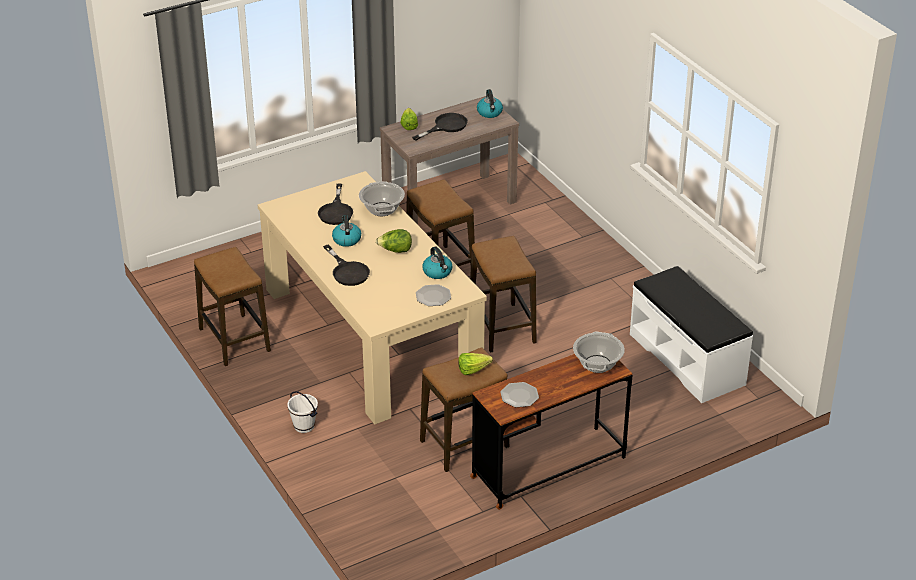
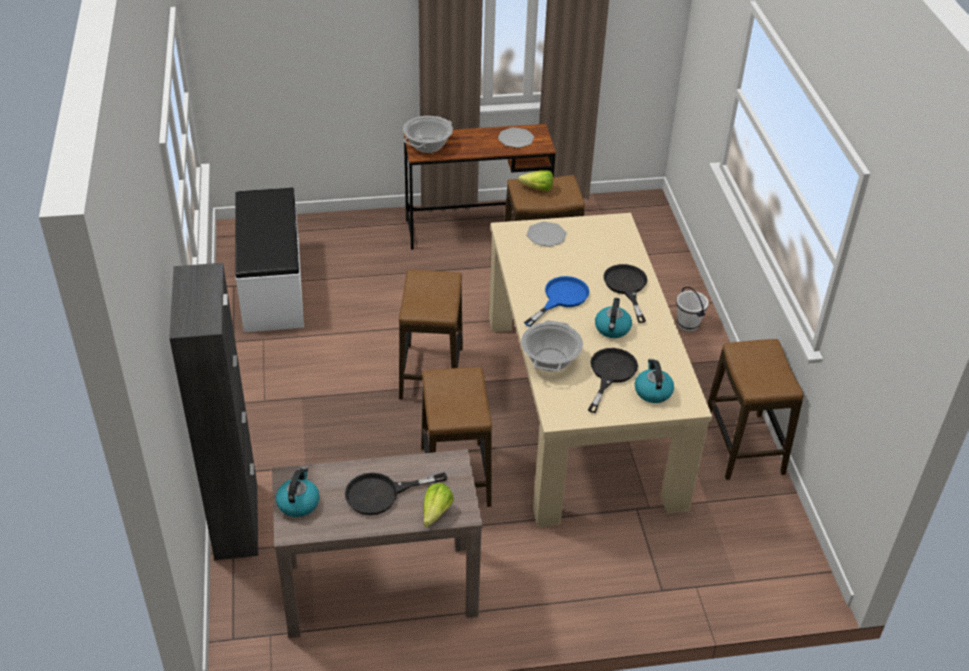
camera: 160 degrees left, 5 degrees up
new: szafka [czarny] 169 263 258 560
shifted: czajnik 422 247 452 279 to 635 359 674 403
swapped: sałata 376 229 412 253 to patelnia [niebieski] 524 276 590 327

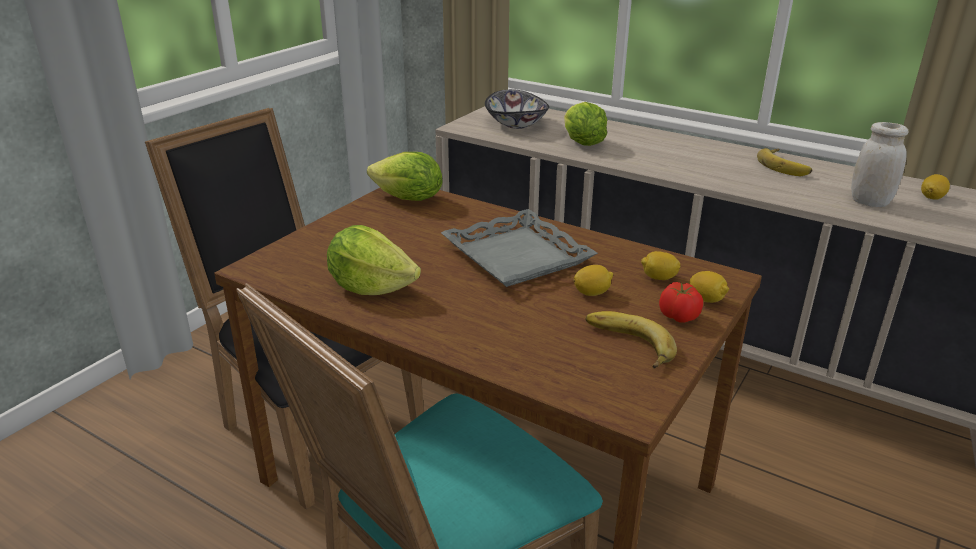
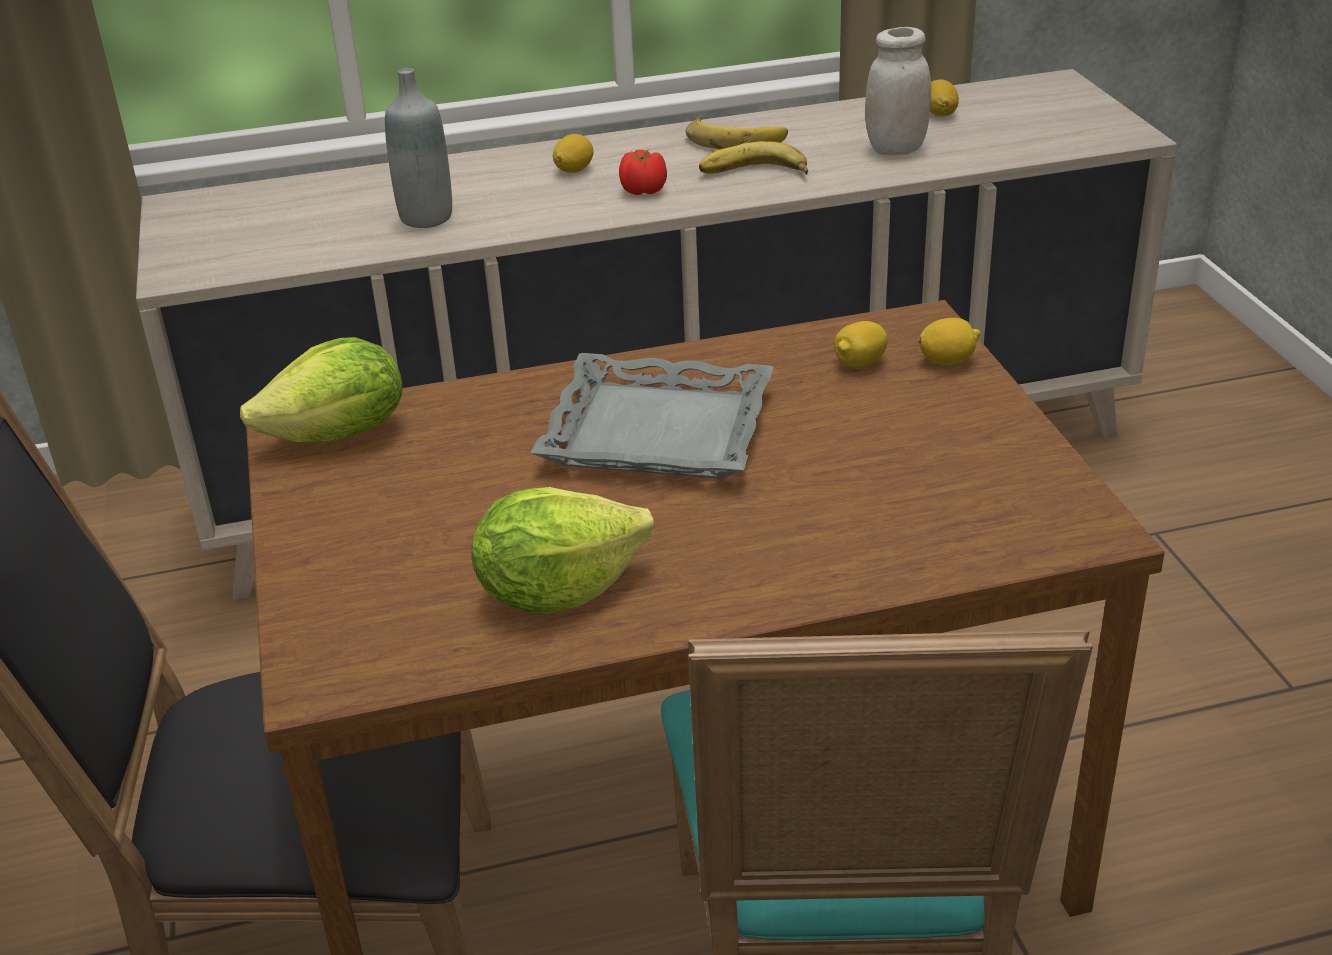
camera: 45 degrees left, 5 degrees up
gone: miska 485 89 549 129
shifted: cytryna 573 265 613 296 to 553 134 594 173; banan 586 311 677 369 to 699 141 808 175; pomidor 659 282 703 323 to 619 149 667 195
swapped: sałata 564 102 607 146 to butelka [szary] 385 68 452 228

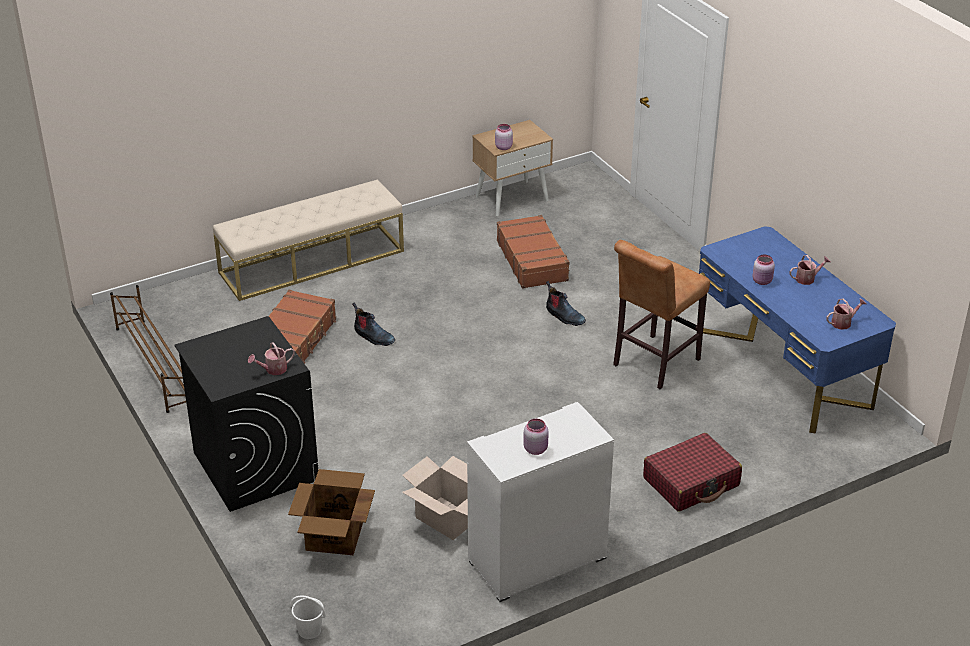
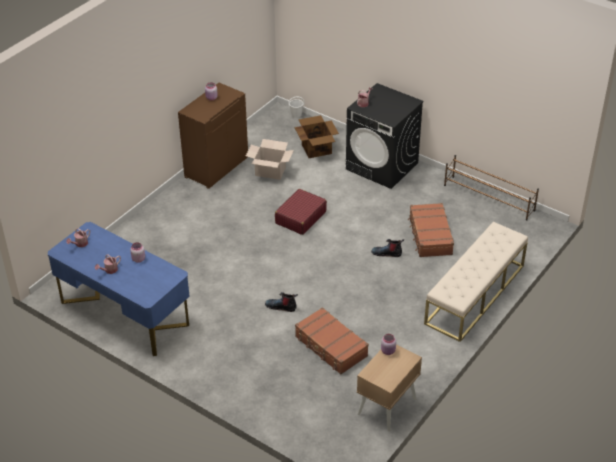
camera: 155 degrees right, 5 degrees up
gone: stołek [brązowy] 613 240 710 389
shifted: walizka [czerwony] 643 433 742 512 to 275 189 327 235
repainted: szafka [biały] 467 402 614 602 to szafka [brązowy] 178 83 248 189

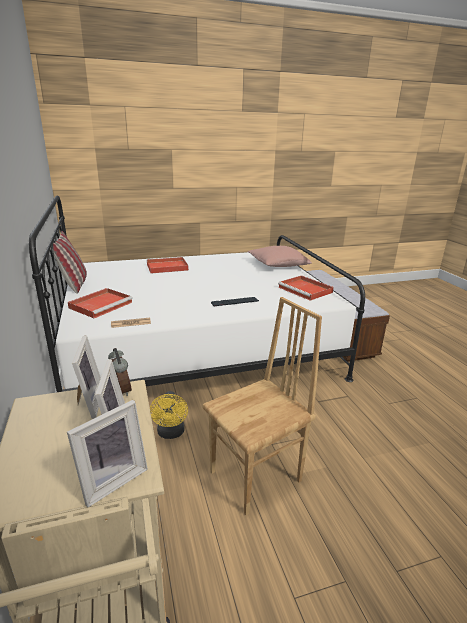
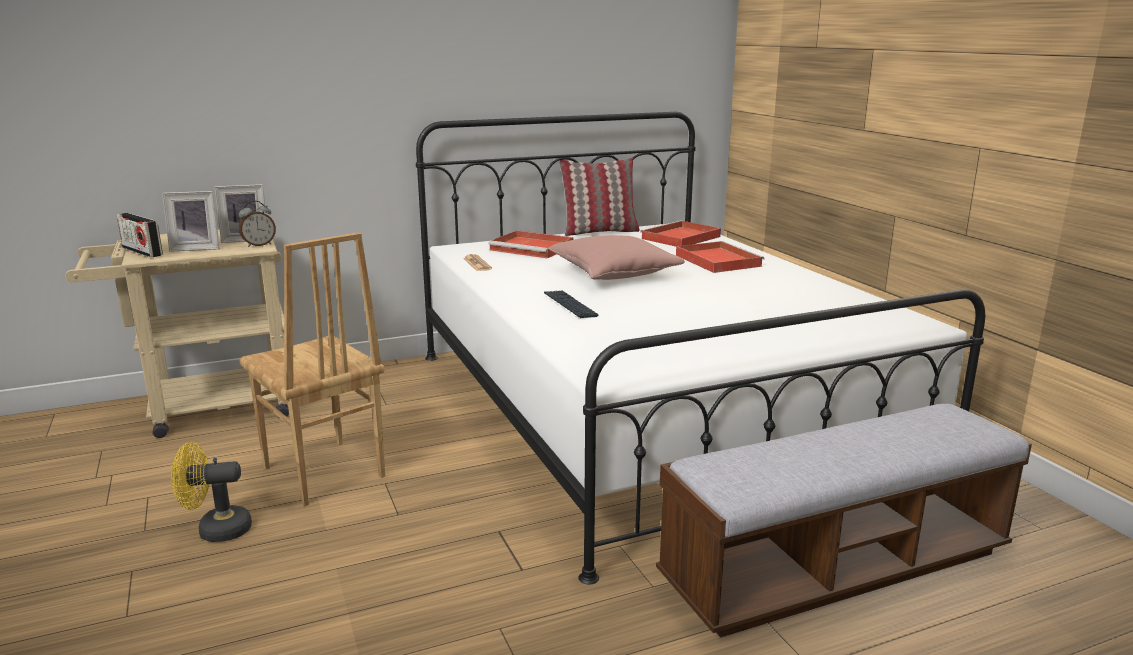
camera: 85 degrees right, 5 degrees down
shifted: wentylator [żółty] 150 391 188 439 to 171 442 252 542; poduszka [różowy] 248 246 312 267 to 548 235 685 280; taca [czerwony] 278 275 334 301 to 640 220 721 247
swapped: ramka na zdjęcie 67 400 148 508 to radio 117 213 163 257

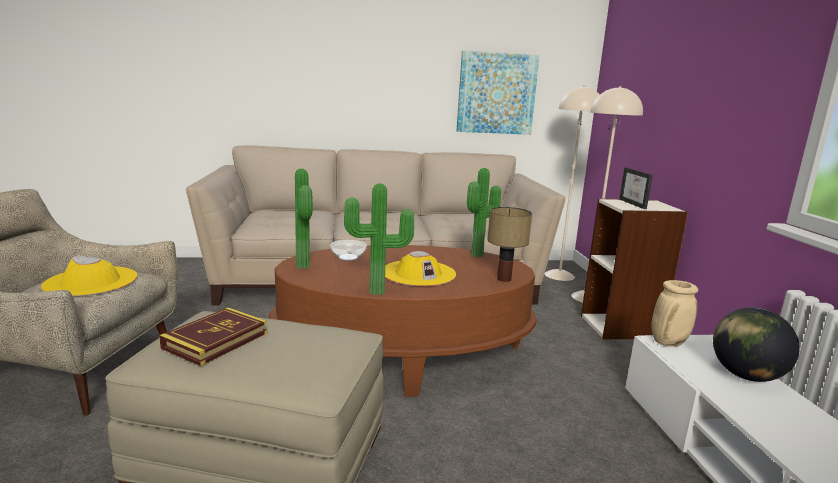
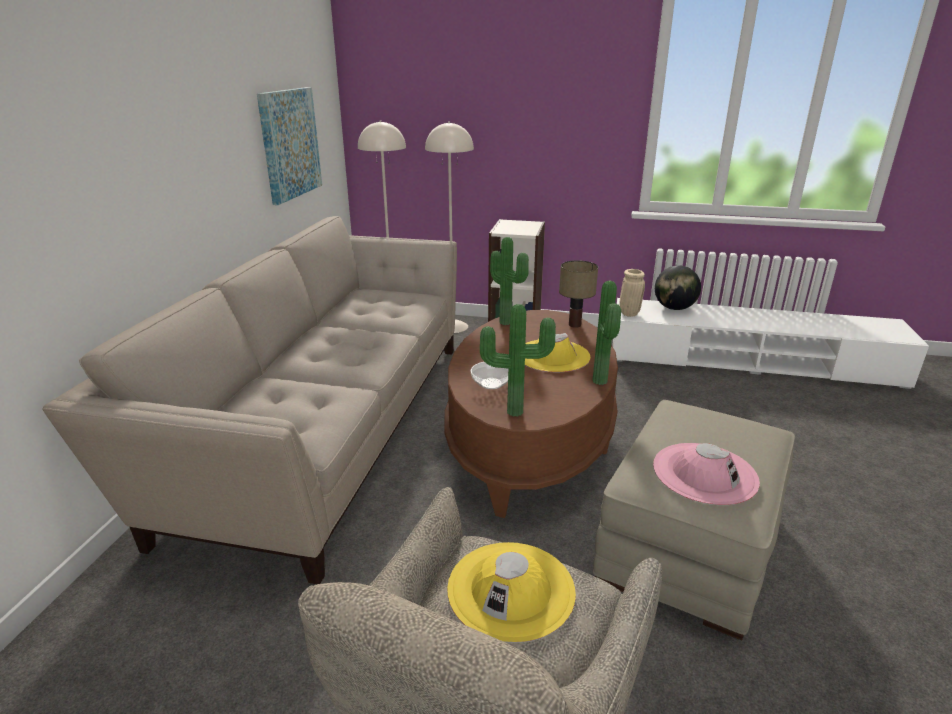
camera: 70 degrees left, 10 degrees up
gone: ramka na zdjęcie 619 167 653 209
swapped: książka 159 307 267 366 to kapelusz [różowy] 653 443 760 505

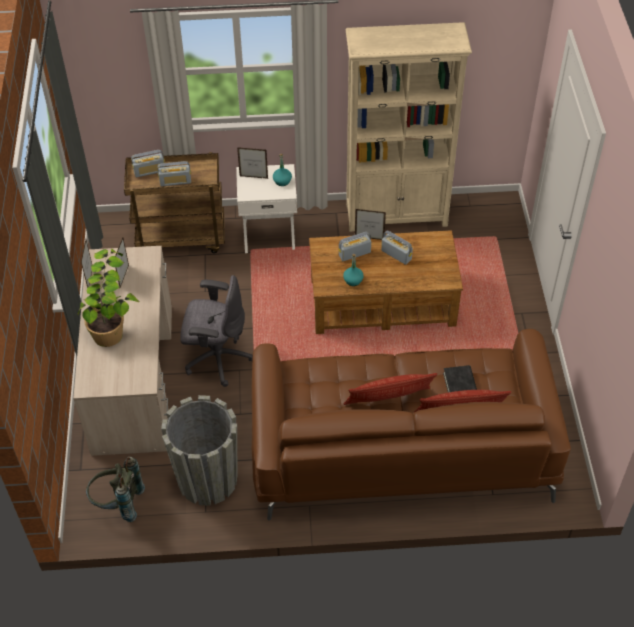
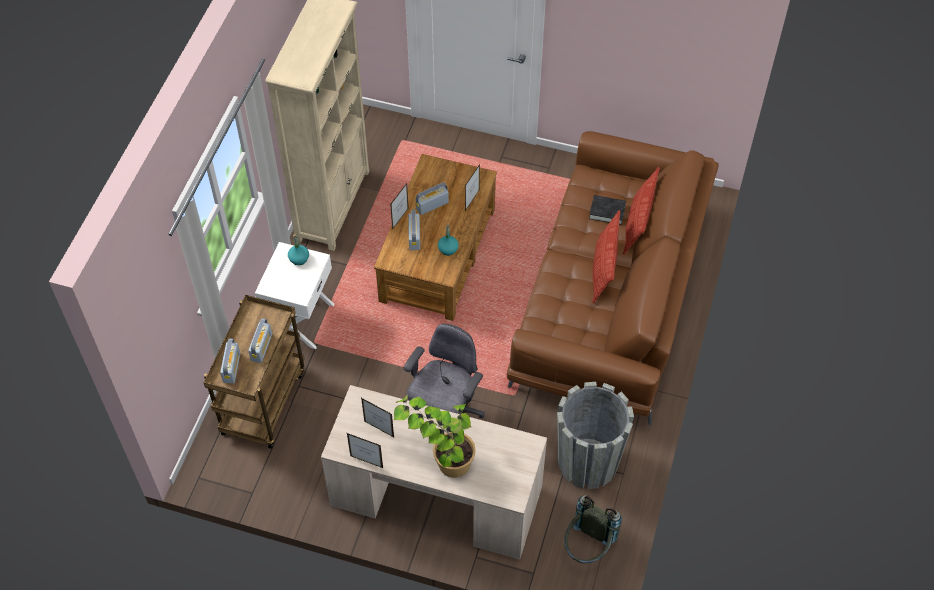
camera: 70 degrees left, 5 degrees up
shifted: ramka na zdjęcie 237 147 268 179 to 465 164 480 211

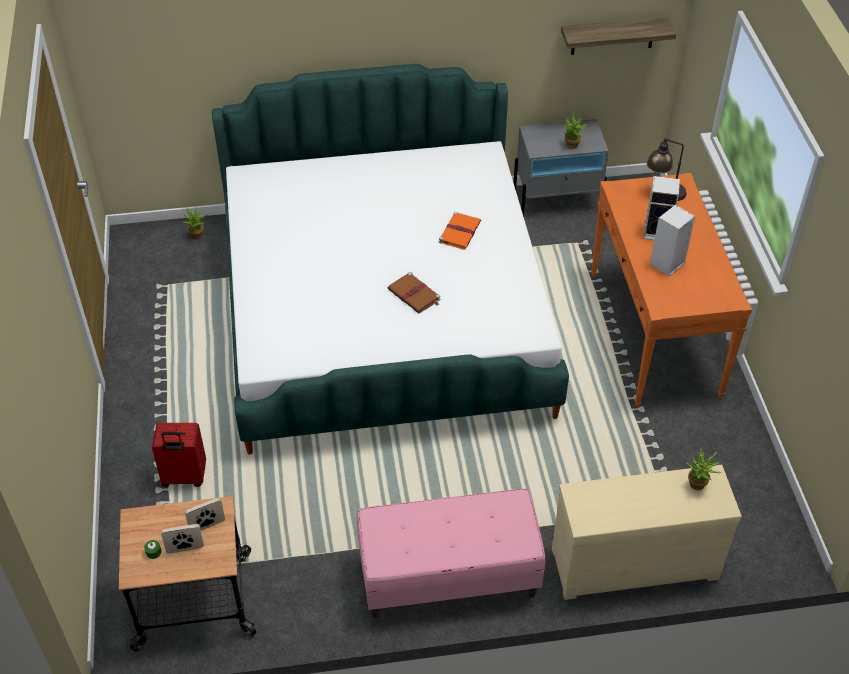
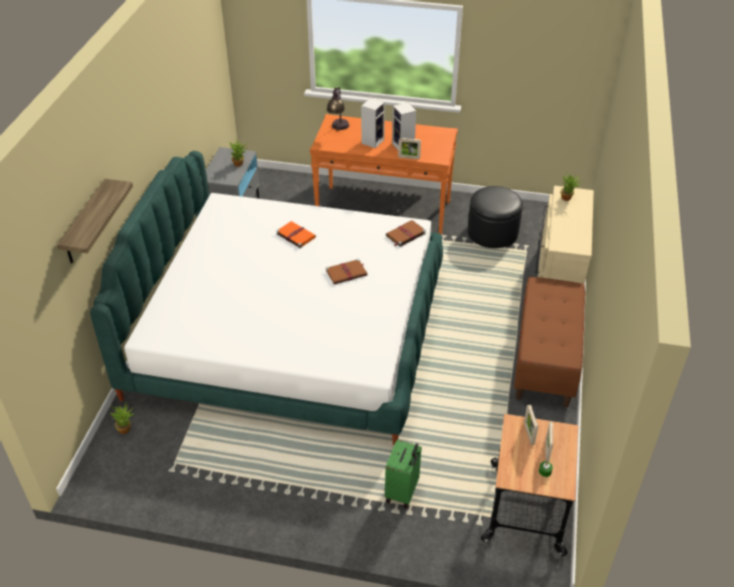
camera: 70 degrees left, 5 degrees down
new: książka [brązowy] 386 220 426 247; ramka na zdjęcie 398 138 421 159; pufa [czarny] 468 186 523 248
shifted: półka 561 17 676 55 to 57 179 133 264
repainted: walizka [czerwony] 152 423 206 487 to walizka [zielony] 385 440 422 508; ławka [różowy] 357 489 546 618 to ławka [brązowy] 514 277 585 407

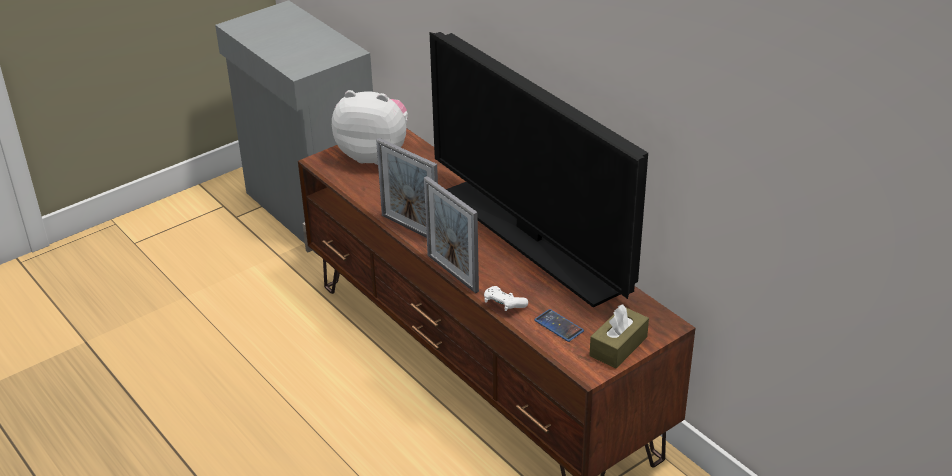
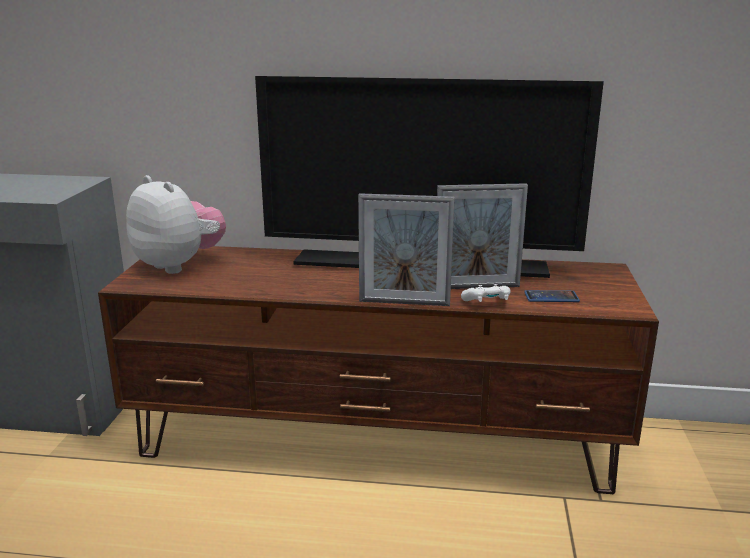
camera: 45 degrees left, 15 degrees down
gone: pudełko chusteczek [brązowy] 590 304 649 368
shifted: ramka na zdjęcie 376 138 438 238 to 437 183 528 289
rotated: pluszak 332 90 408 165 = 126 175 226 274 75 degrees clockwise

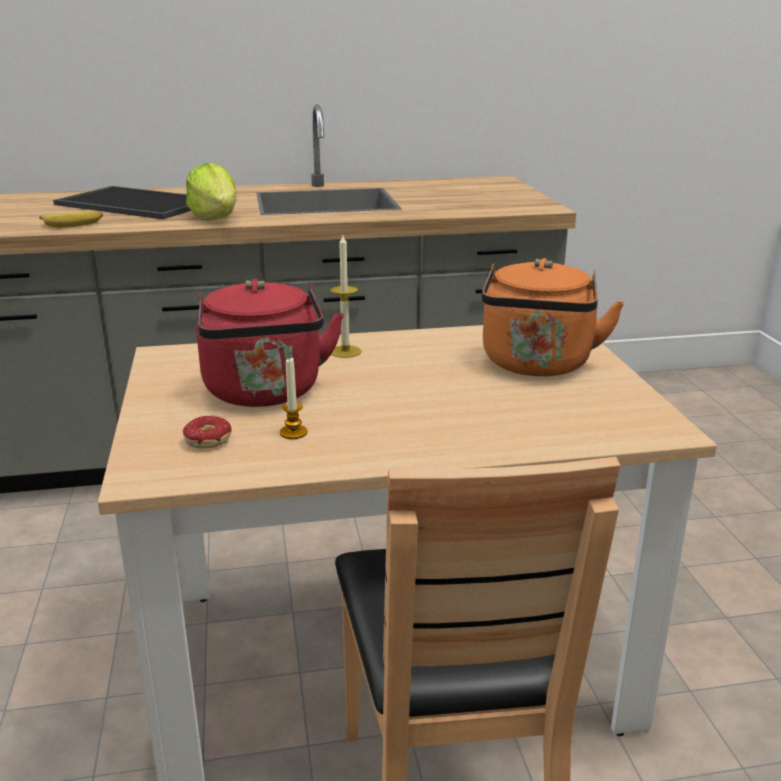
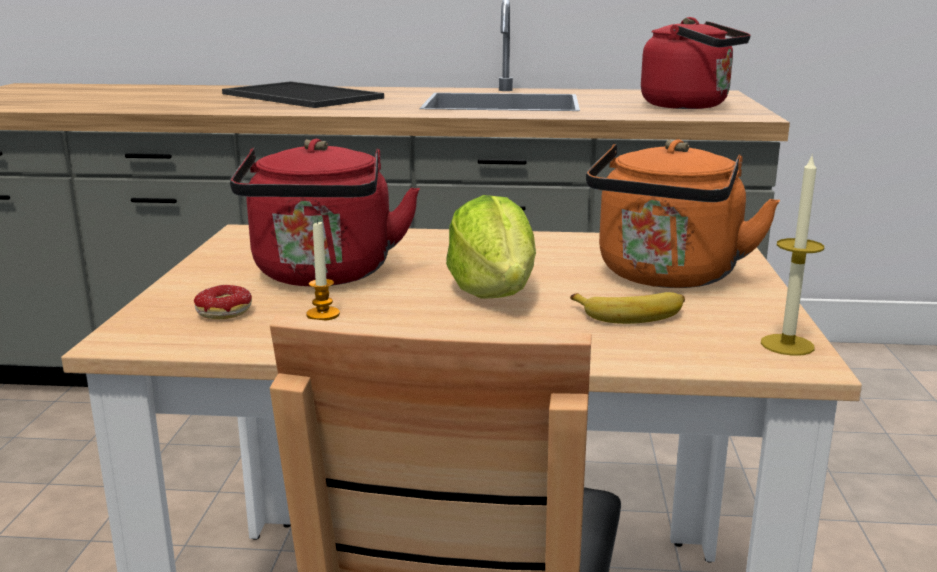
camera: 15 degrees right, 5 degrees down
new: czajnik [czerwony] 641 17 751 109
shifted: banan 39 210 103 228 to 570 292 685 324; sałata 186 163 237 220 to 446 195 536 299; świeca 330 235 362 358 to 761 154 824 356

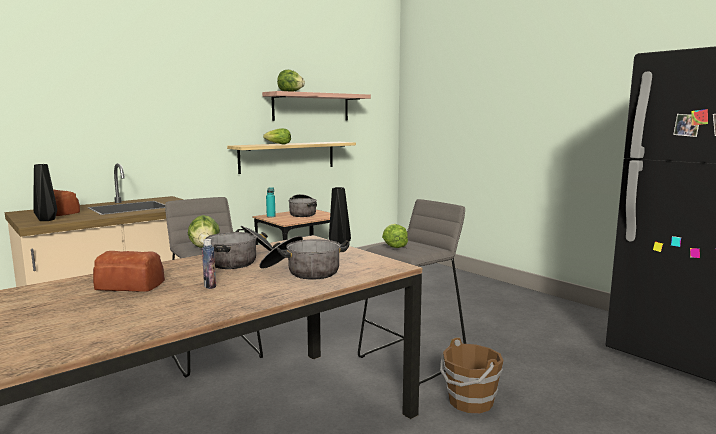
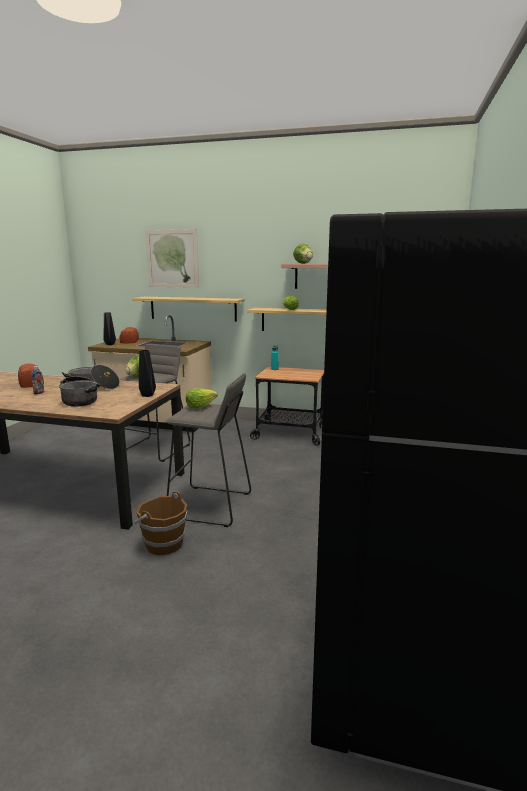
camera: 55 degrees right, 5 degrees up
gone: garnek 288 194 317 217
new: półka 132 297 245 322; obraz 145 229 199 288

